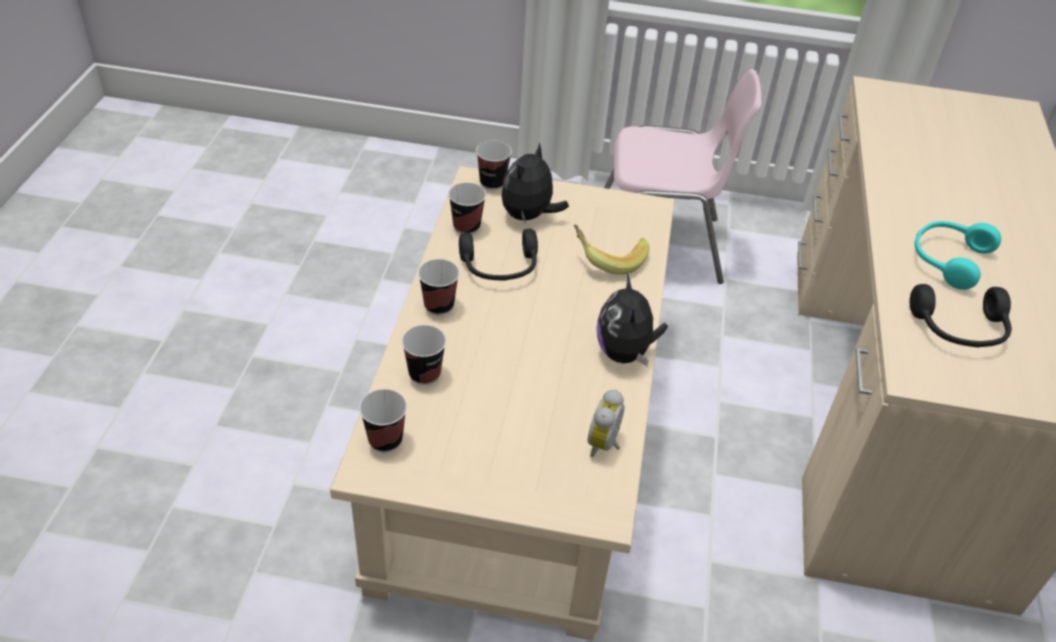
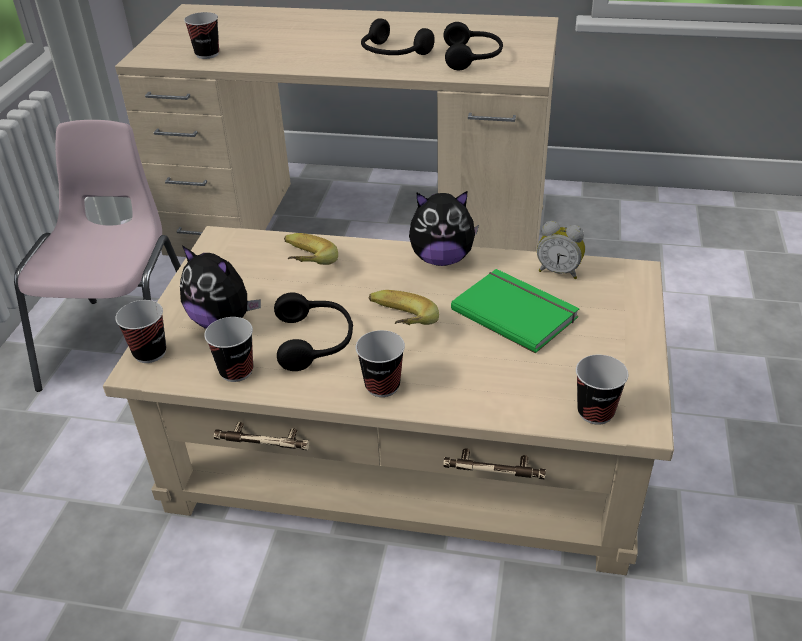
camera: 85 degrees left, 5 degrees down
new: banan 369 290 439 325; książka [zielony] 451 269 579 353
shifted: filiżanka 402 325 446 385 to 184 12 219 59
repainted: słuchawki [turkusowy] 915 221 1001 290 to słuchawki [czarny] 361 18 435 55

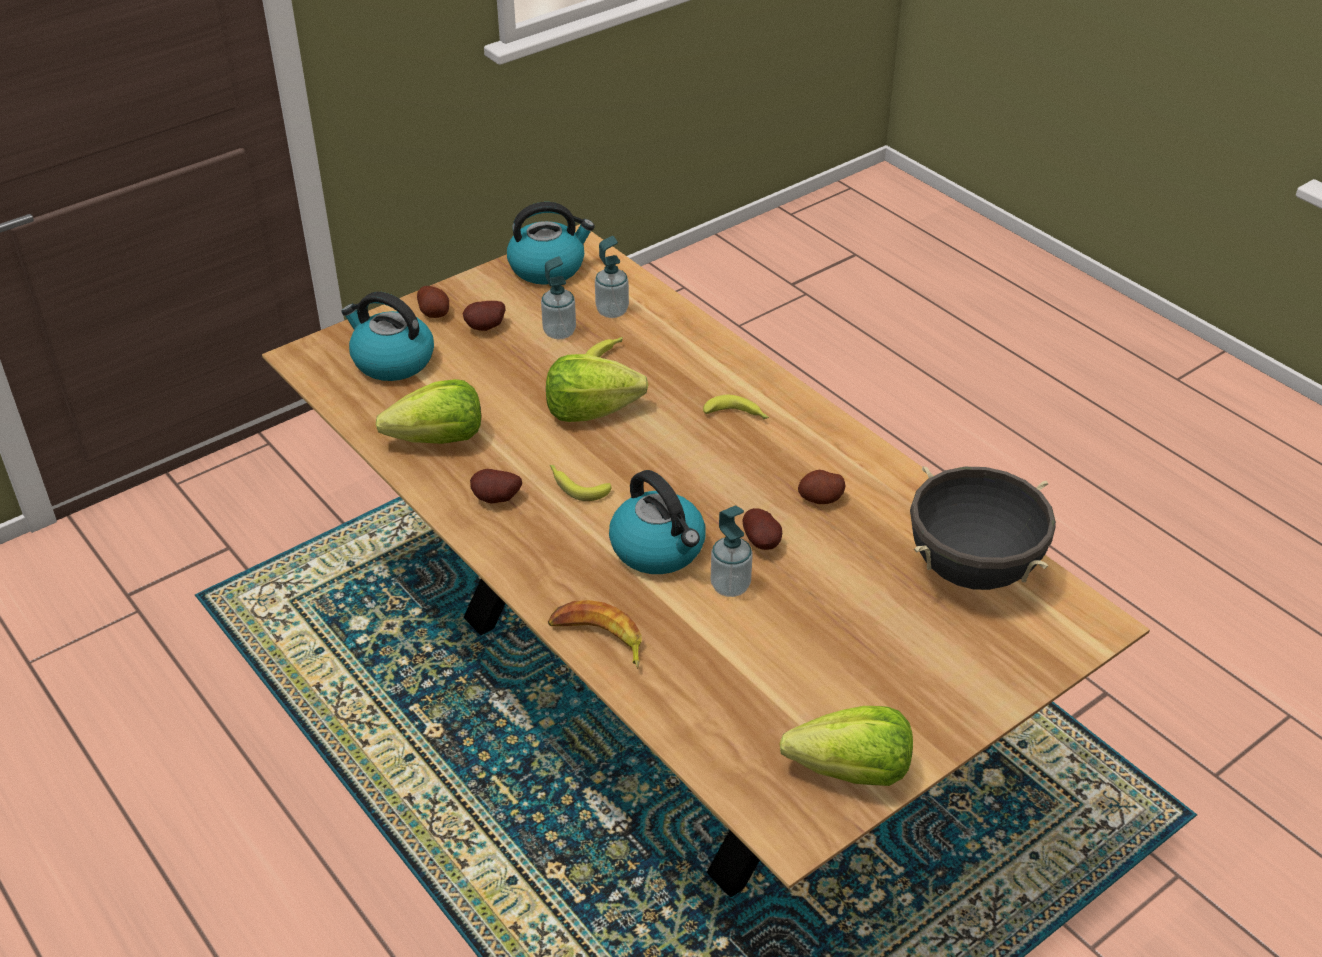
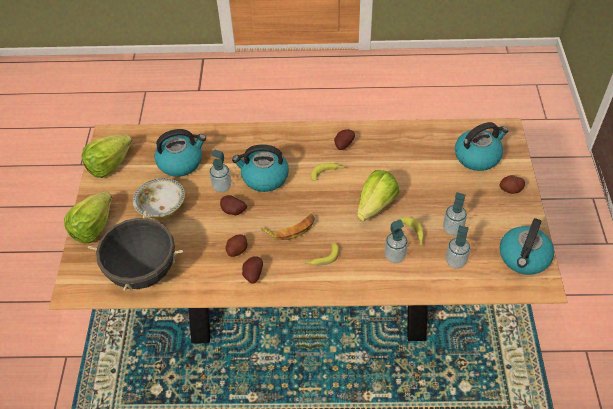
camera: 130 degrees right, 10 degrees up
new: miska 133 178 185 219; czajnik 155 129 206 177; dozownik mydła 385 219 408 263
shifted: sałata 375 379 481 444 to 64 191 112 244; ziemniak 463 301 505 331 to 242 256 263 284; banan 548 600 642 669 to 261 214 315 240

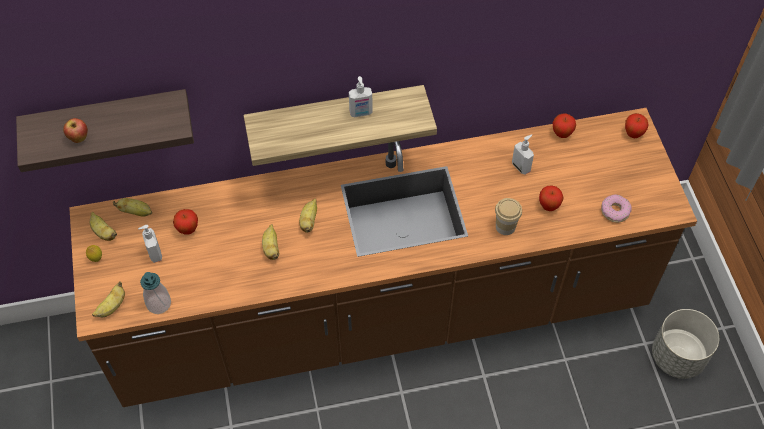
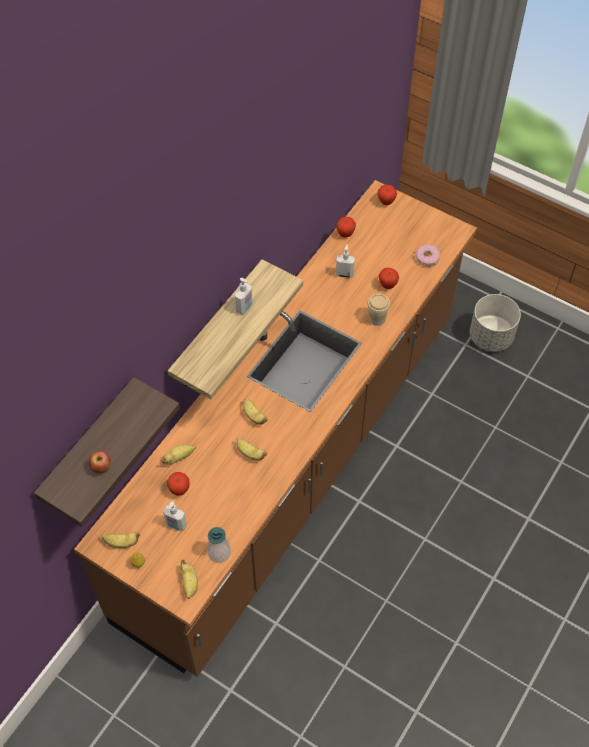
camera: 45 degrees left, 0 degrees up
shifted: banan 113 198 152 217 to 162 444 196 465

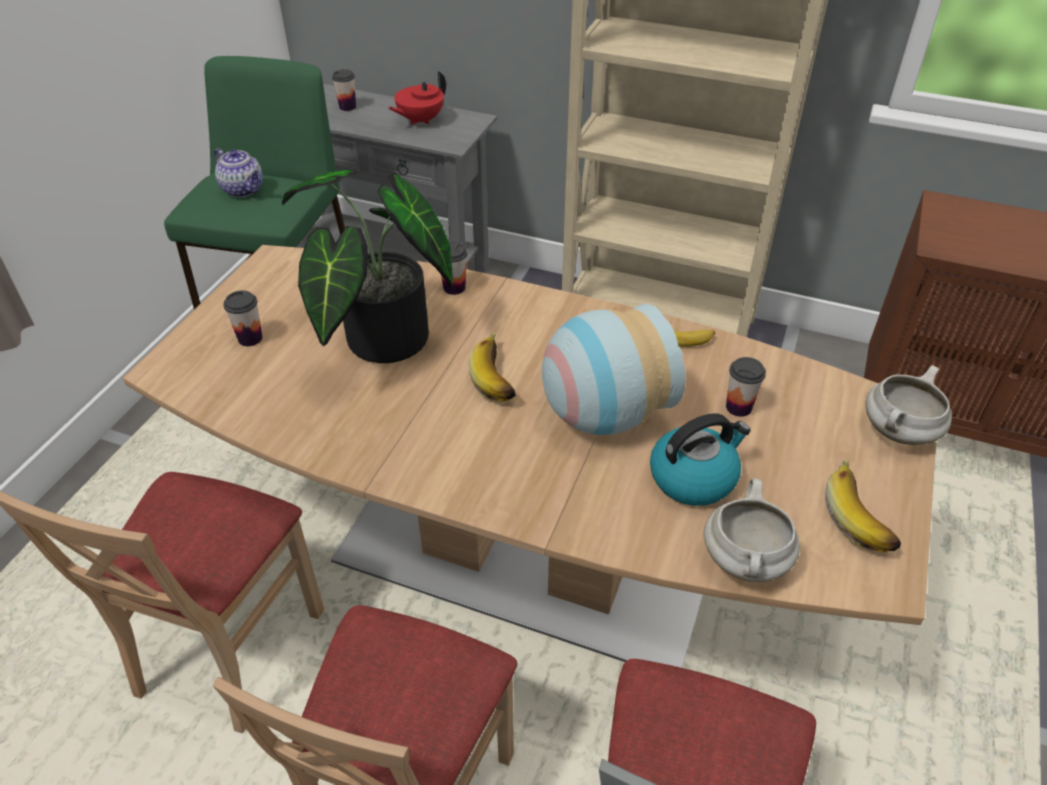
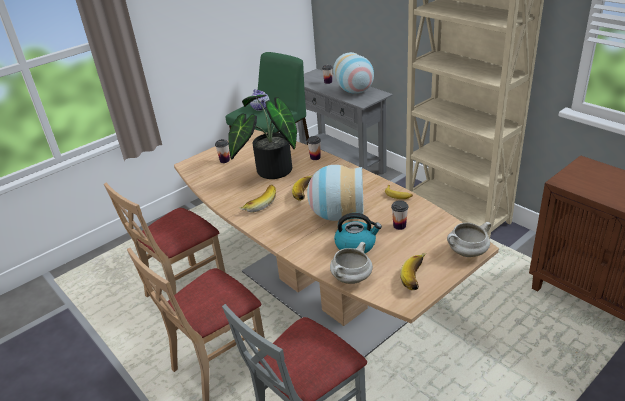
camera: 30 degrees right, 10 degrees down
new: banan 238 184 276 213
swapped: imbryk [czerwony] 388 71 446 125 to wazon 333 52 374 94

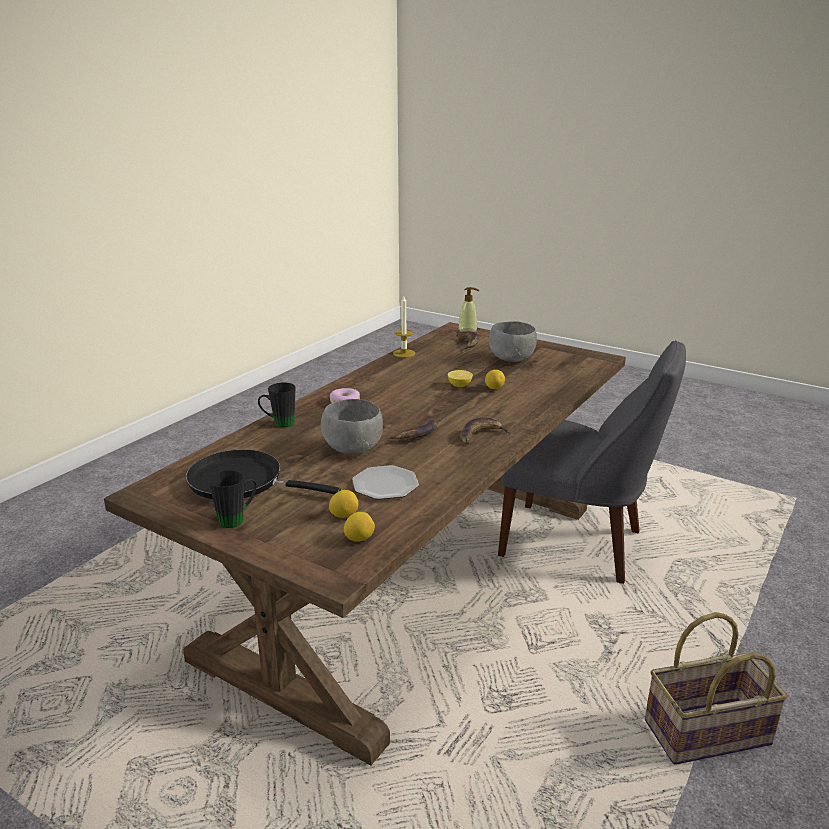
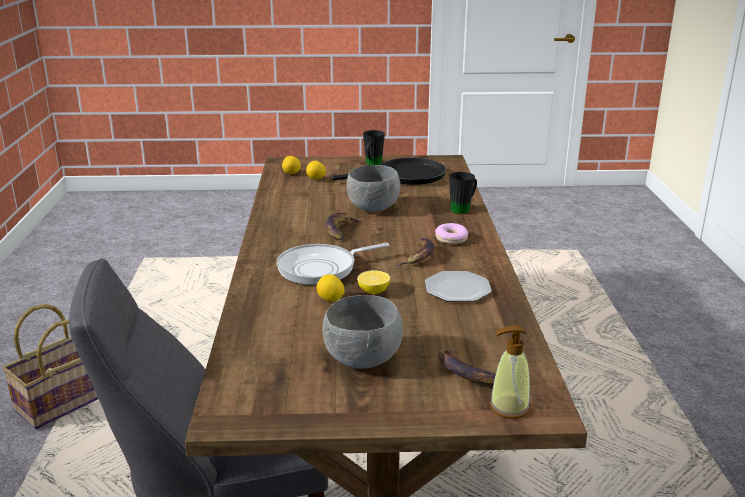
camera: 145 degrees right, 0 degrees up
gone: świeca 393 296 415 358
new: patelnia 276 243 389 285
shifted: talerz 352 465 419 500 to 425 271 492 302; banan 460 417 512 445 to 395 238 434 266

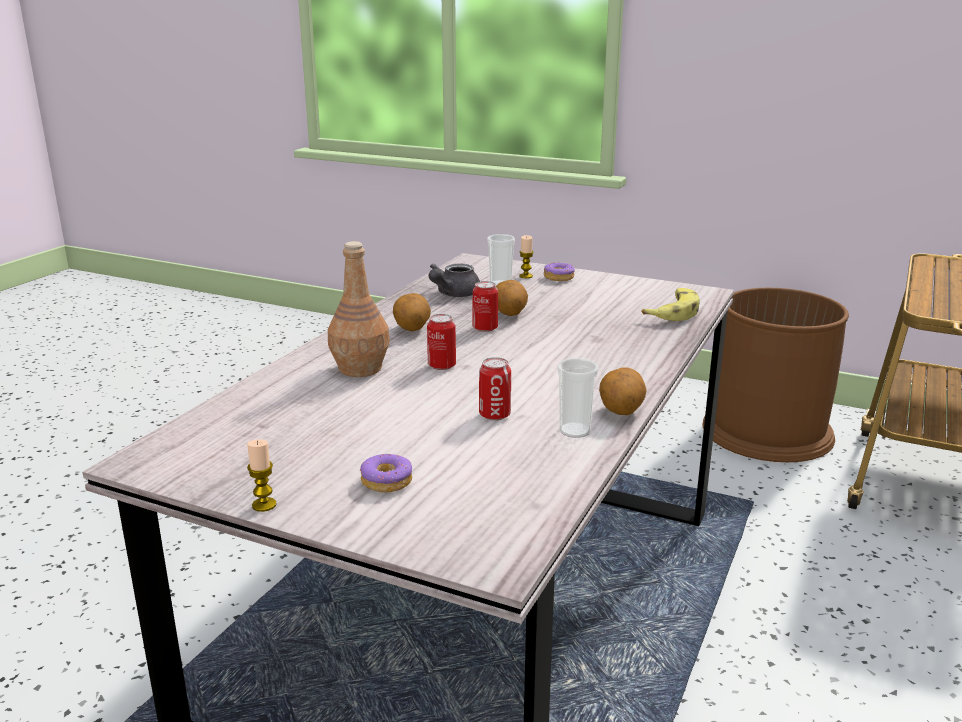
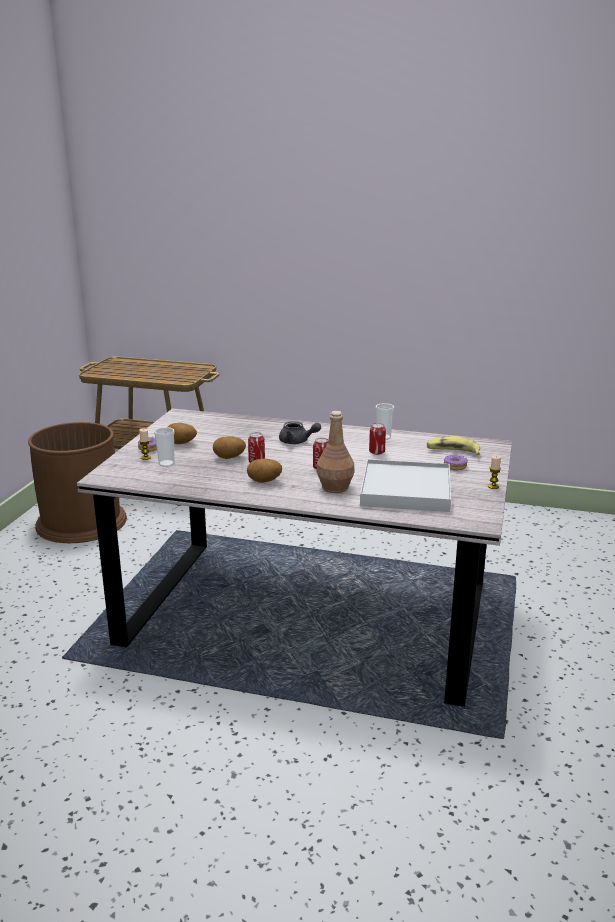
camera: 100 degrees left, 0 degrees up
new: taca [biały] 360 459 451 512
shifted: imbryk [szary] 429 264 480 297 to 279 421 321 444; ziemniak 599 367 647 415 to 168 423 197 444; banan 641 288 700 321 to 427 436 480 455

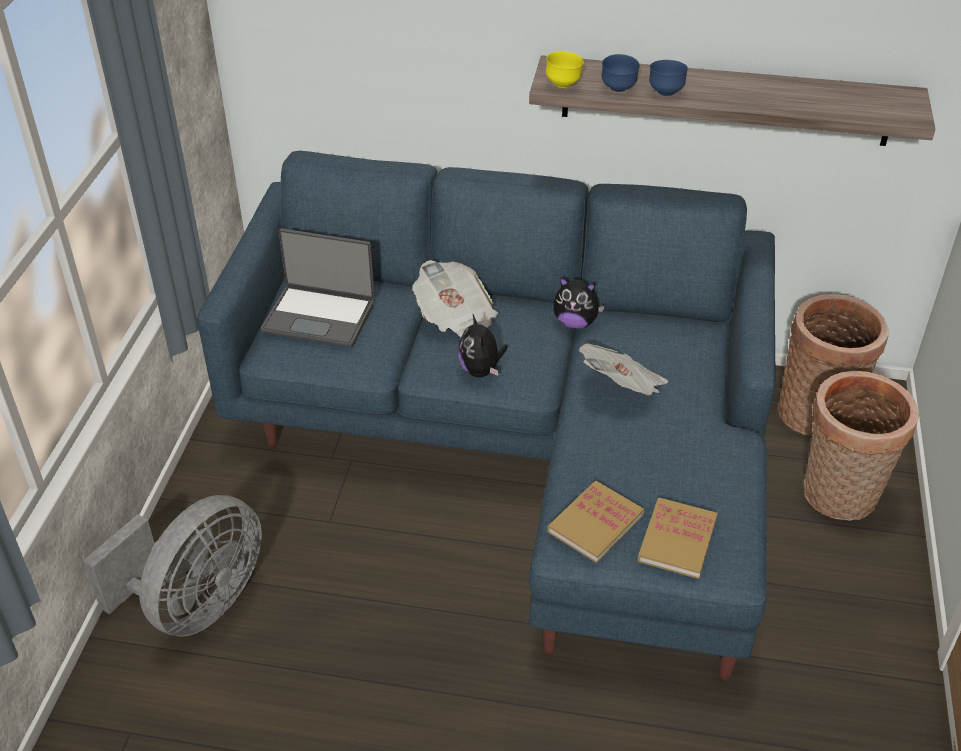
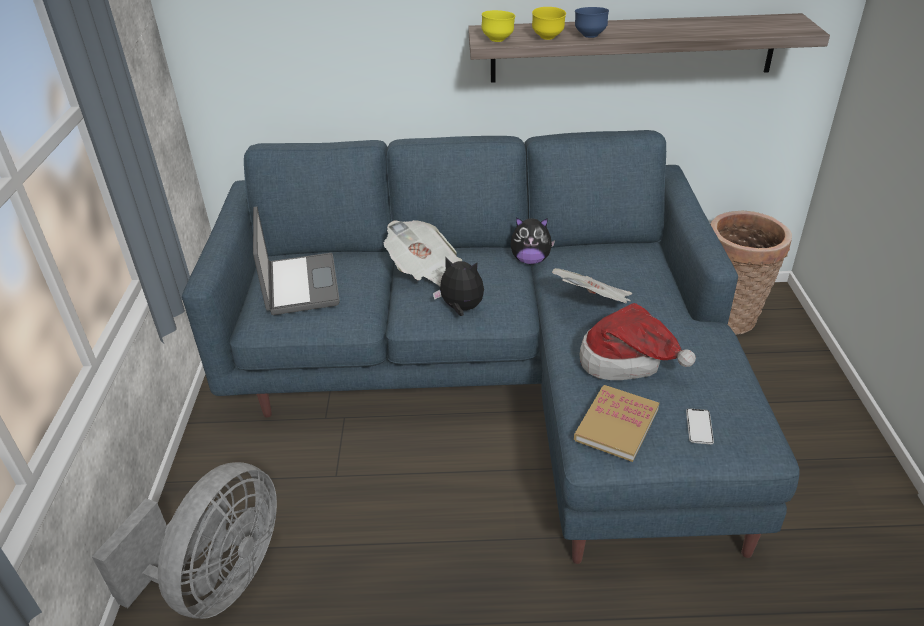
camera: 10 degrees left, 5 degrees down
gone: koszyk 803 371 919 521
new: kapelusz 580 303 696 380
swapped: książka 637 498 718 579 to telefon 686 408 714 445
repainted: miska [niebieski] 602 54 640 92 to miska [żółty] 532 7 566 40
rotated: laptop 261 228 375 347 = 253 207 340 315 105 degrees counterclockwise; pluszak 458 315 507 377 = 433 257 484 316 135 degrees clockwise

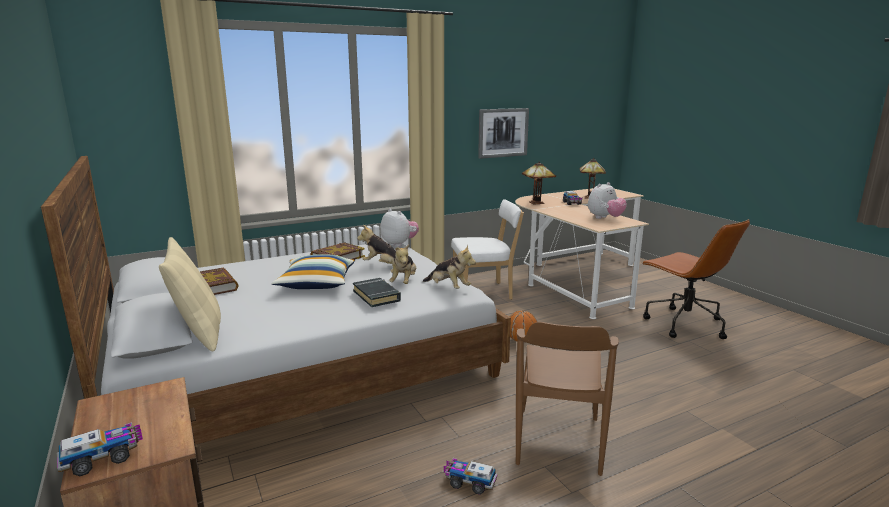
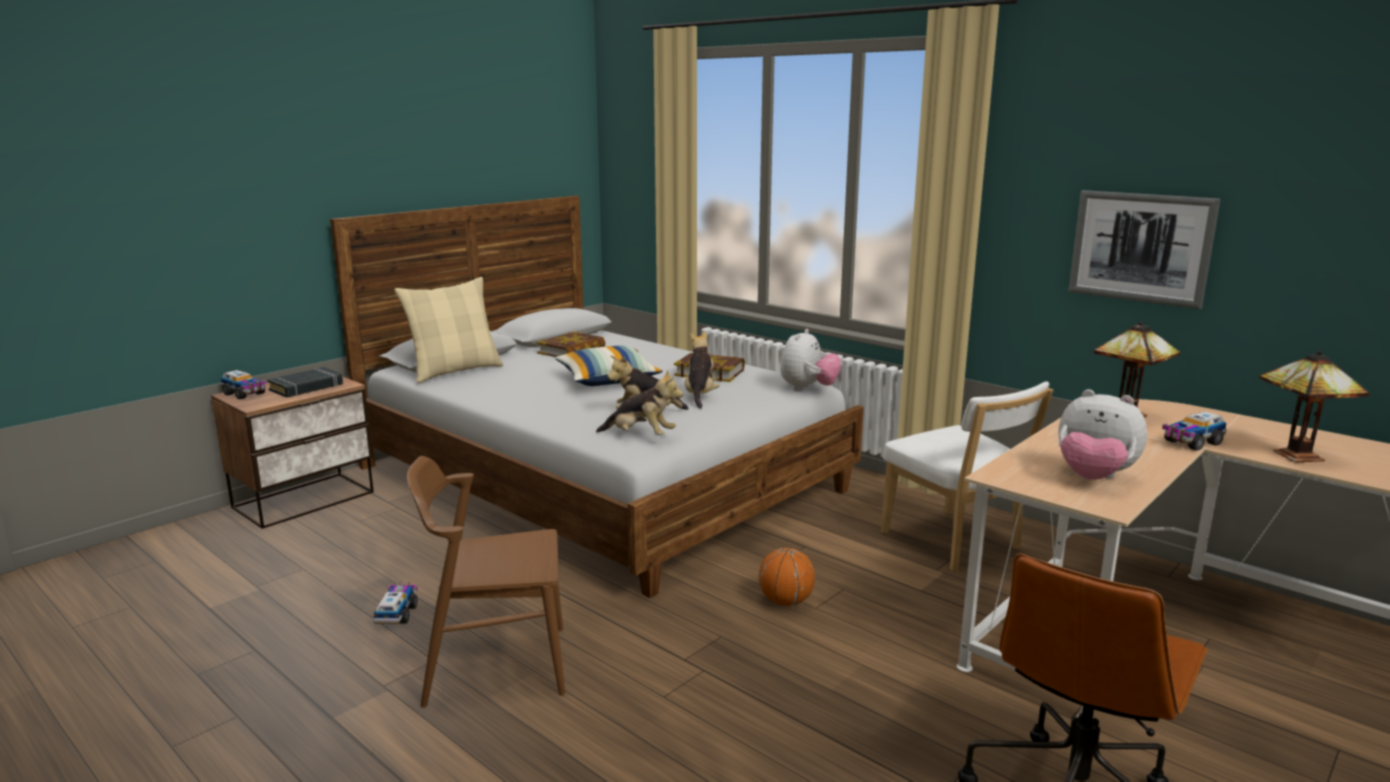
camera: 70 degrees right, 0 degrees up
shifted: książka [czarny] 353 278 401 307 to 267 367 343 397
rotated: pluszak 423 245 476 289 = 596 370 683 435 90 degrees counterclockwise

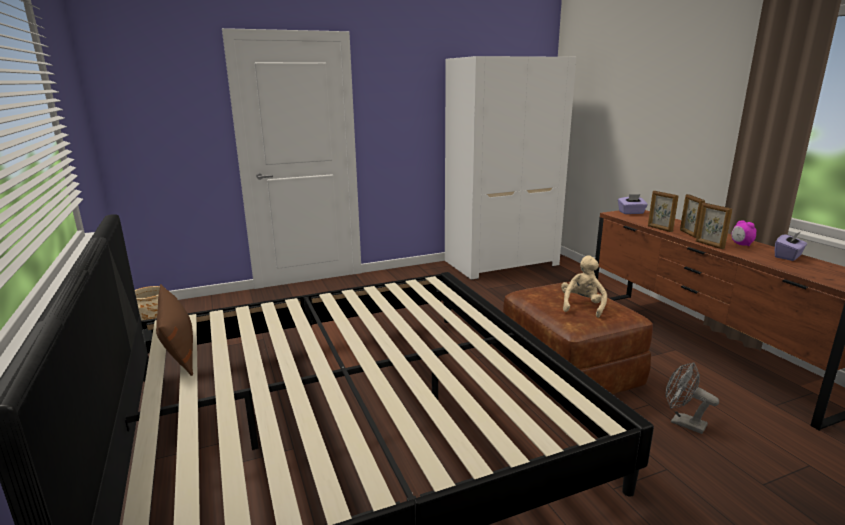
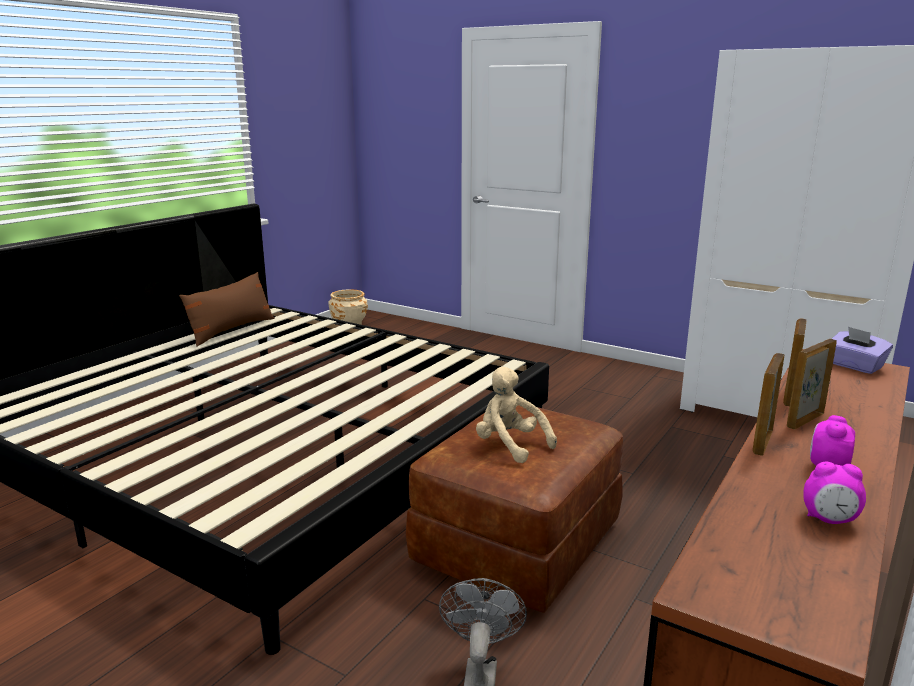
camera: 55 degrees right, 0 degrees up
swapped: pudełko chusteczek [fioletowy] 775 232 807 261 to budzik 803 462 866 524
rotated: pluszak [beżowy] 561 255 607 318 = 476 367 557 463 120 degrees counterclockwise

